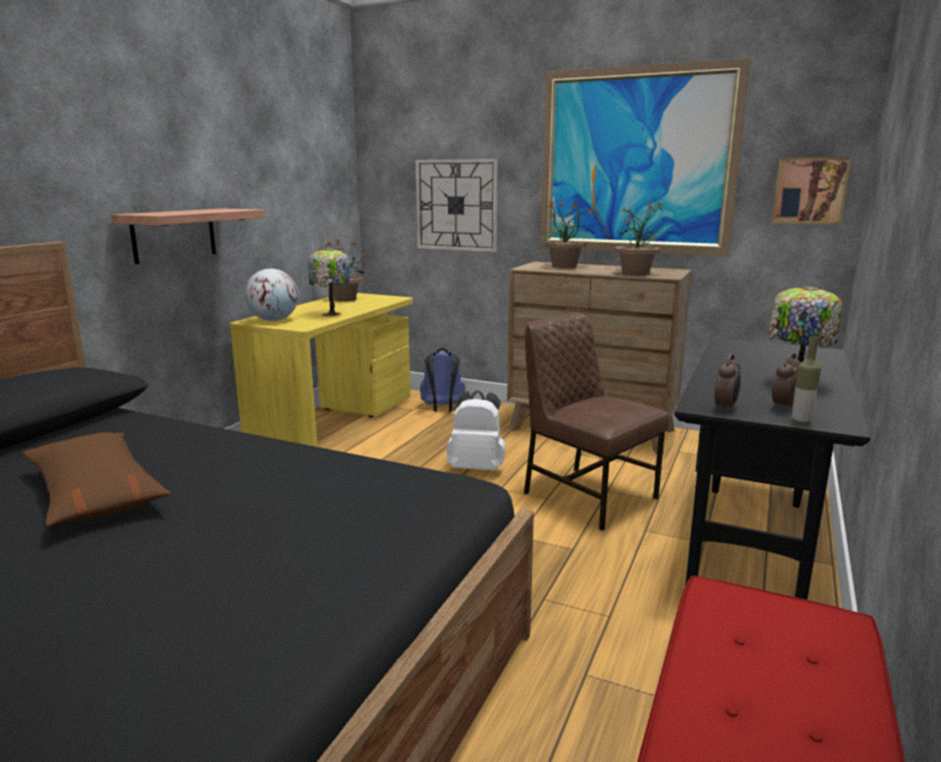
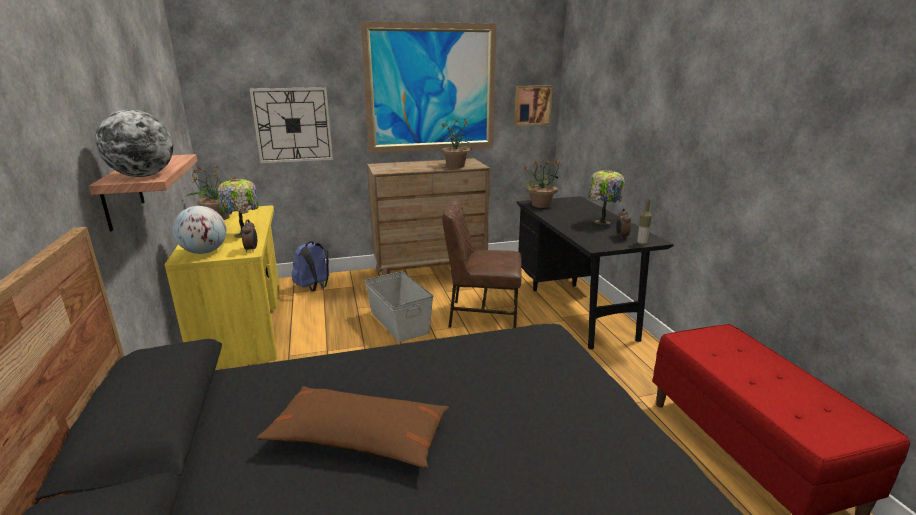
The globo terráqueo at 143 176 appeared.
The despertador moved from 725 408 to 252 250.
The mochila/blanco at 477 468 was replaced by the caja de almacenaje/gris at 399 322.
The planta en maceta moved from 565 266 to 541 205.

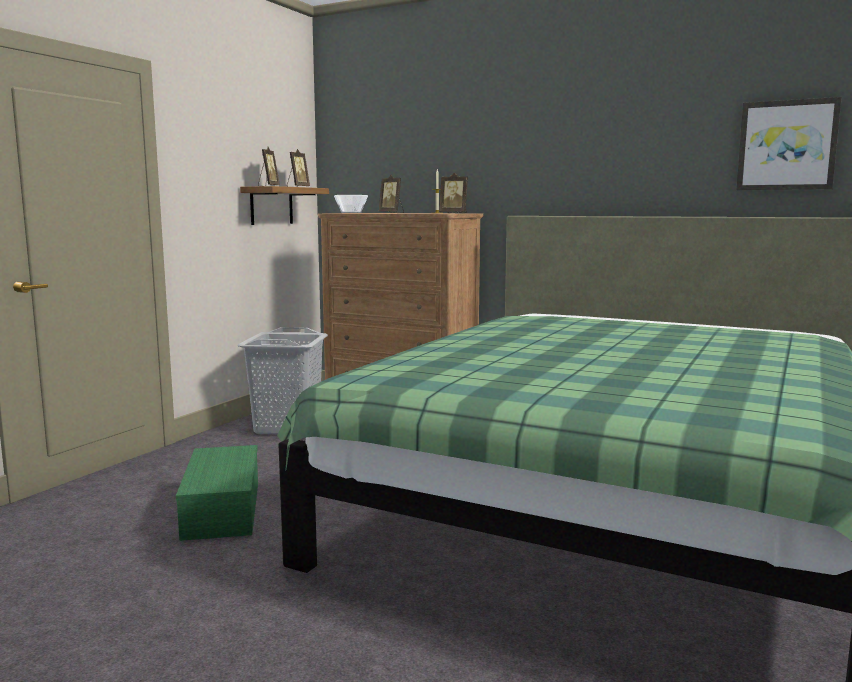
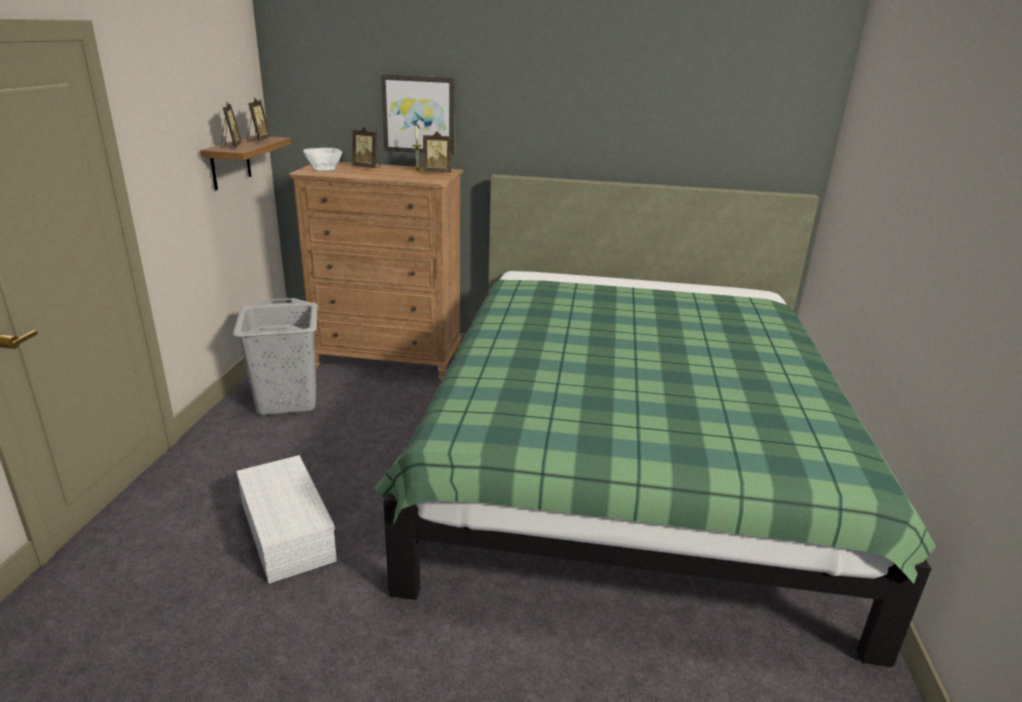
The caja de almacenaje/verde at 221 508 became the caja de almacenaje/blanco at 285 530.
The cuadro moved from 787 145 to 419 114.

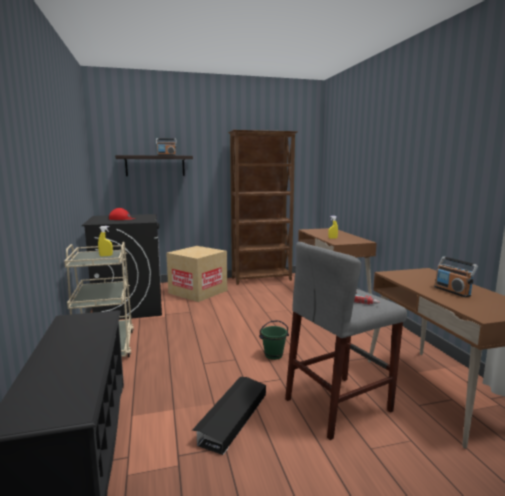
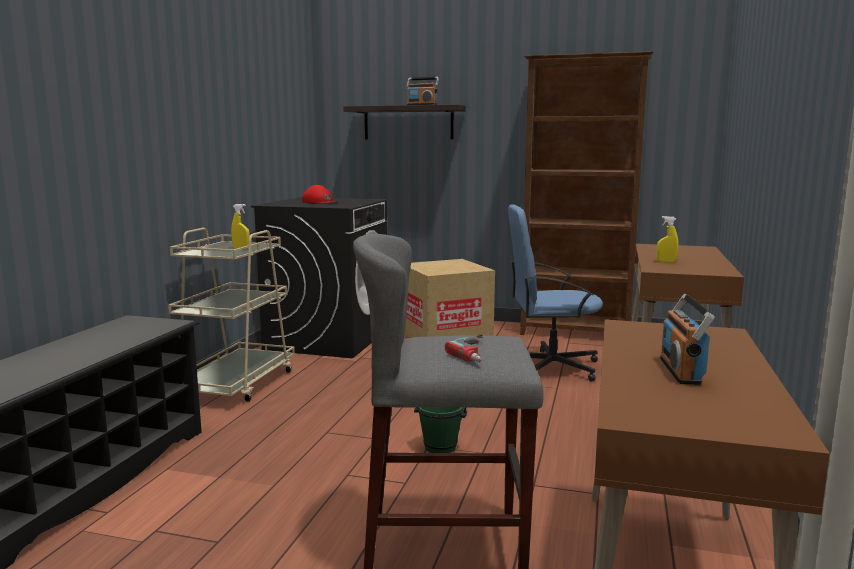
The silla de oficina/azul at 549 367 appeared.
The caja de almacenaje/negro at 232 417 disappeared.

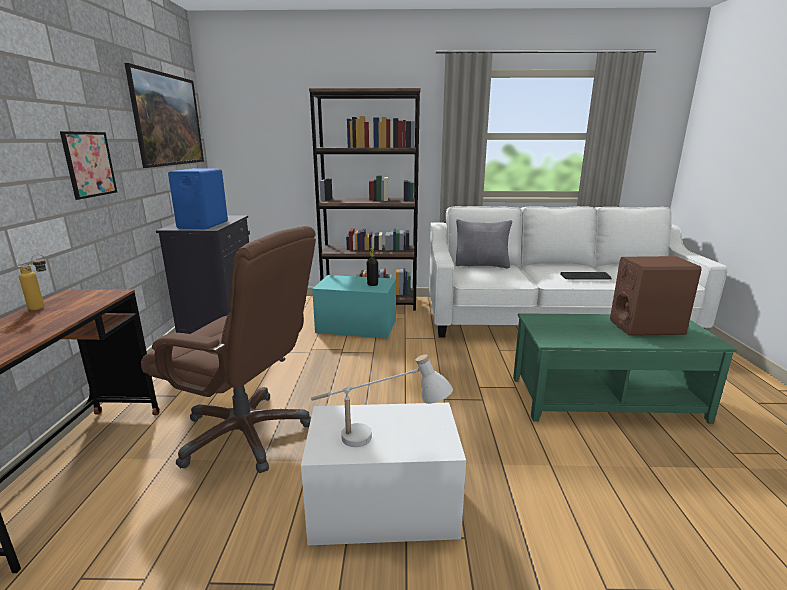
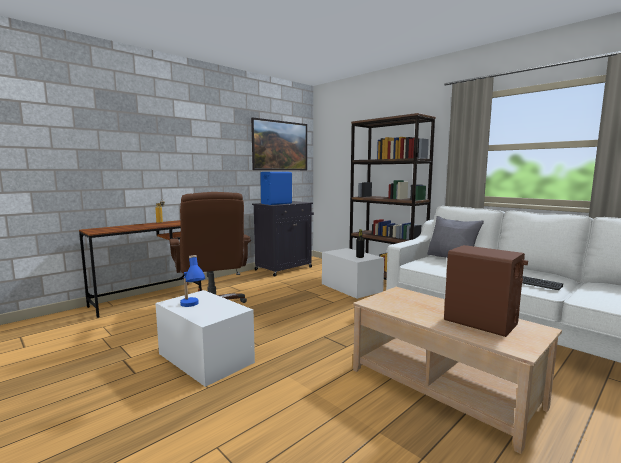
The lámpara de mesa/blanco at 378 442 became the lámpara de mesa/azul at 191 308.
The caja de almacenaje/turquesa at 357 326 became the caja de almacenaje/blanco at 351 287.
The mesa de centro/verde at 604 398 became the mesa de centro/beis at 444 387.
The cuadro at 89 164 disappeared.

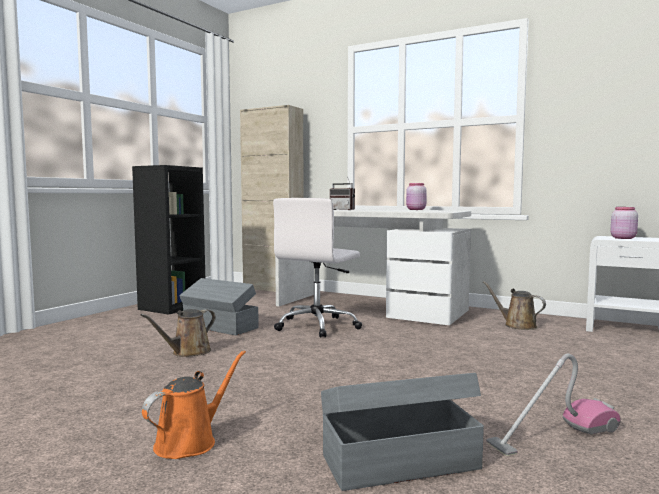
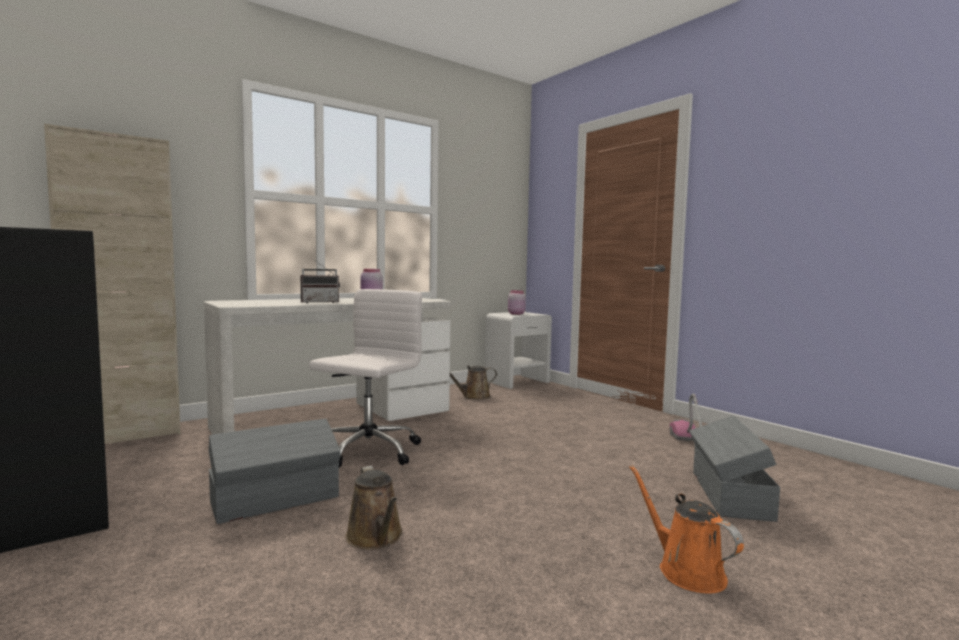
The silla de oficina/blanco at 318 326 turned 120 degrees counterclockwise.

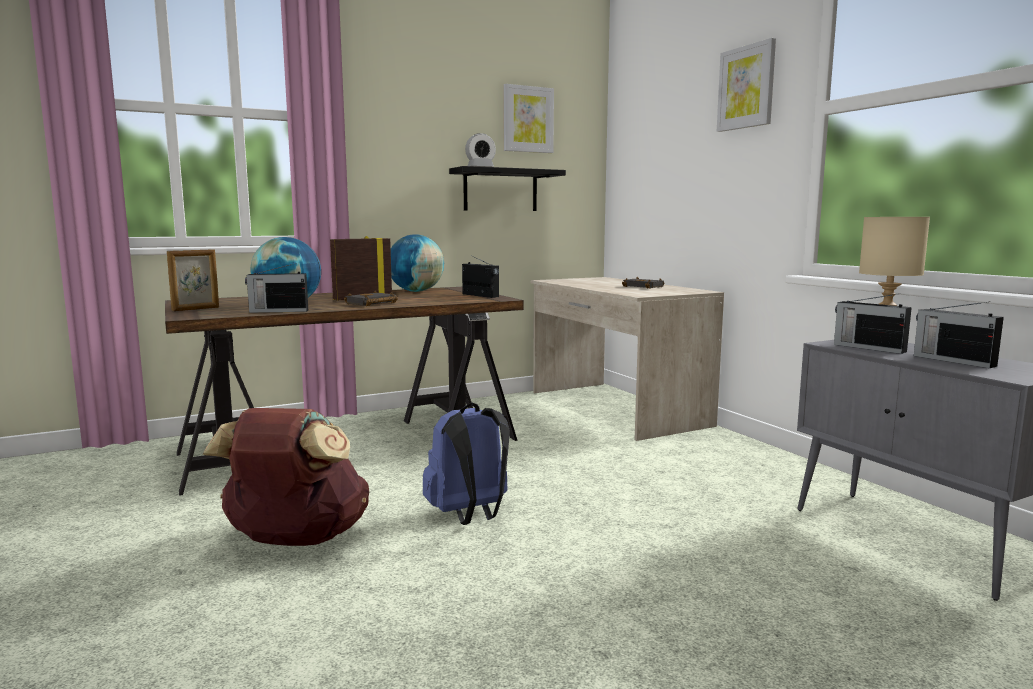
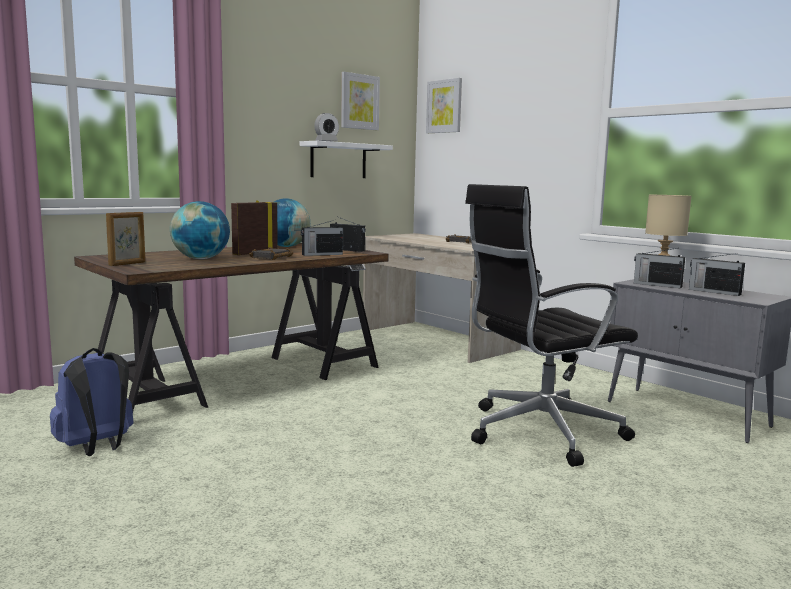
The mochila/azul moved from 470 515 to 97 448.
The estante/negro at 500 190 became the estante/blanco at 338 160.
The radio moved from 278 311 to 321 254.
The cuadro moved from 746 87 to 444 106.
The silla de oficina/negro at 538 432 appeared.
The mochila/marrón at 295 540 disappeared.

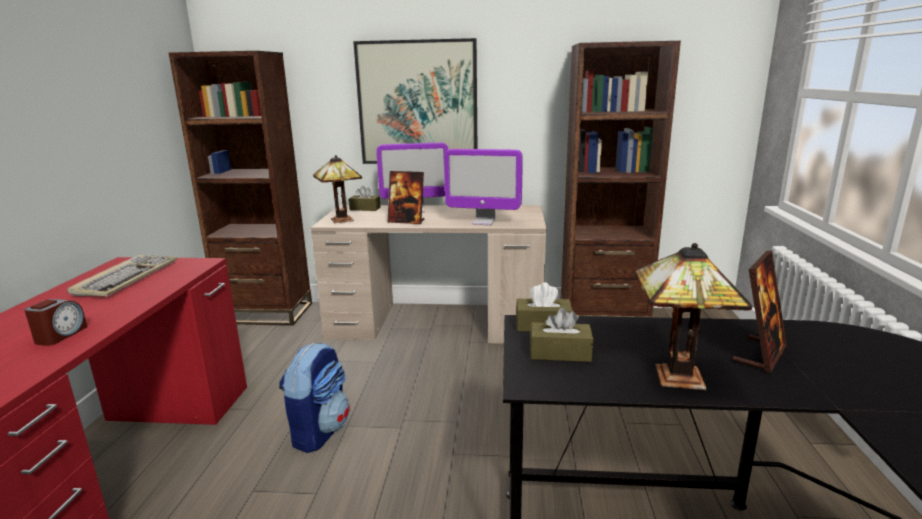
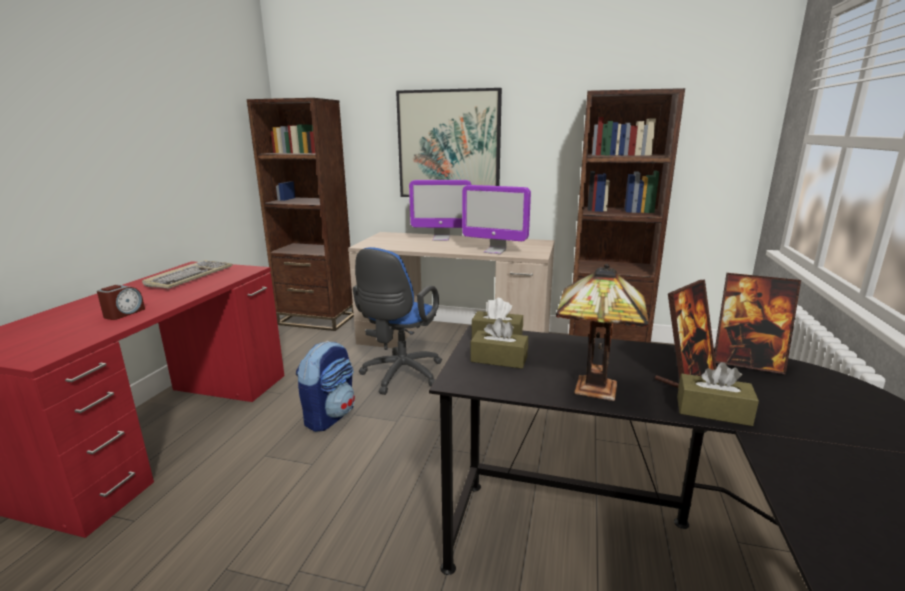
The silla de oficina/azul at 400 376 appeared.
The caja de pañuelos/marrón moved from 365 208 to 713 411.
The portarretratos moved from 406 221 to 746 362.
The lámpara de mesa at 340 220 disappeared.

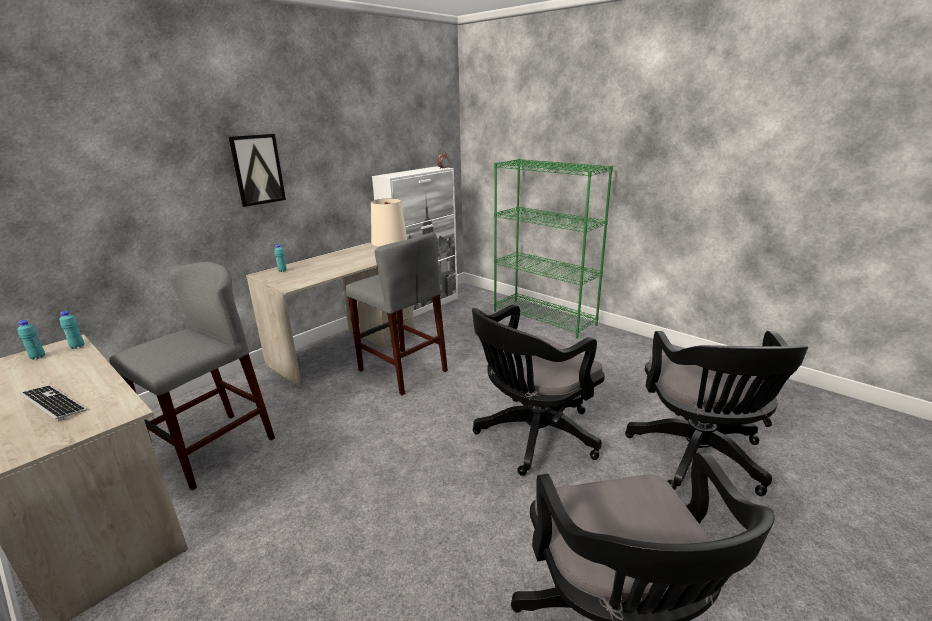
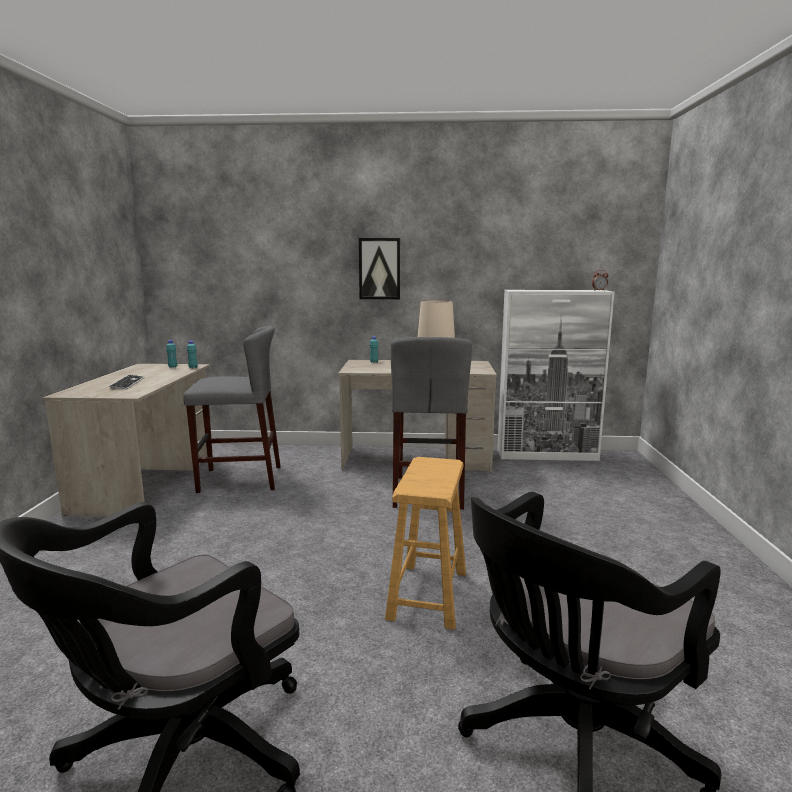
The silla de oficina/negro at 532 437 was replaced by the taburete/marrón at 427 595.
The estantería/verde at 544 318 disappeared.

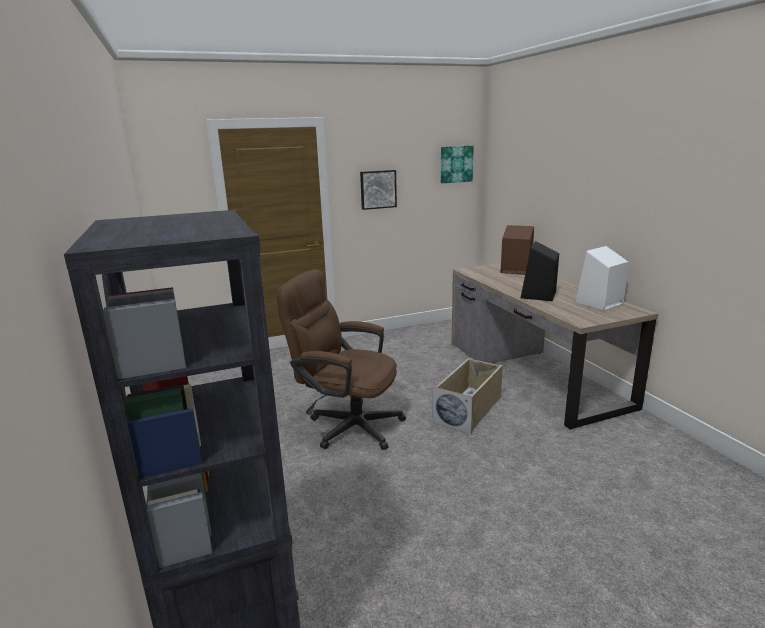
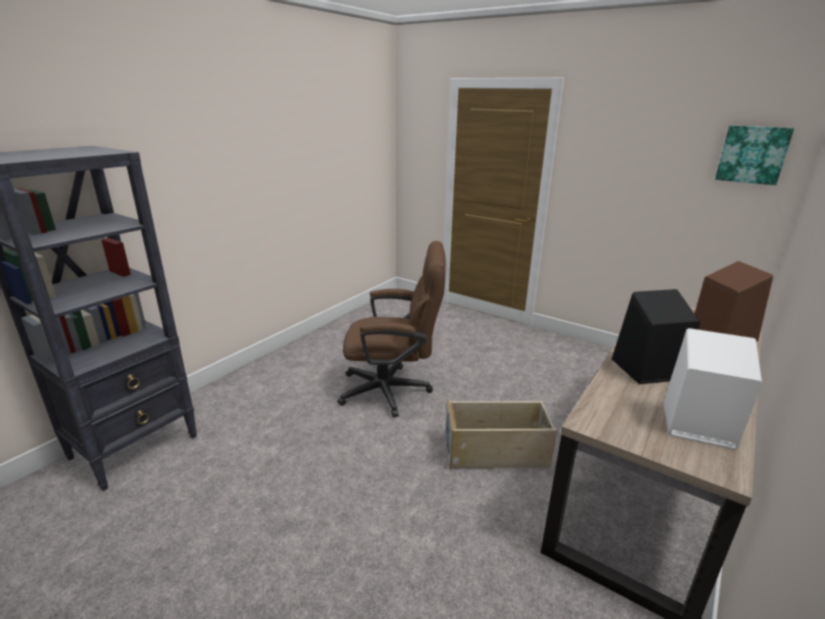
The silla de oficina/marrón at 347 425 turned 105 degrees clockwise.
The cuadro at 378 189 disappeared.

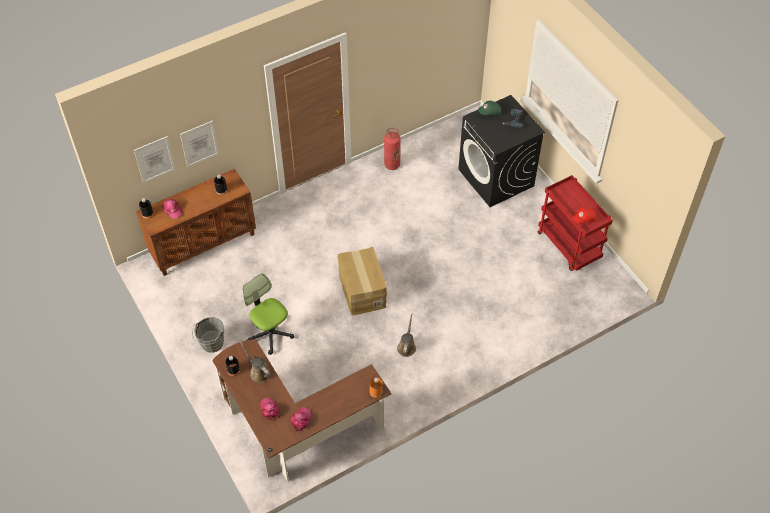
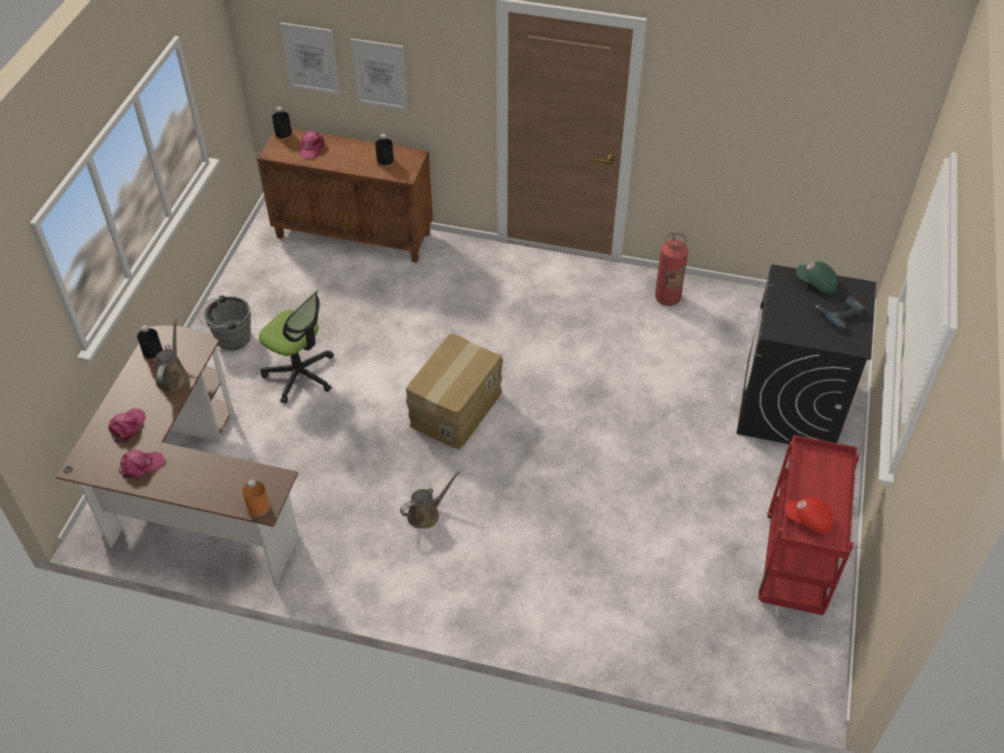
The silla de oficina at 270 333 turned 120 degrees clockwise.

